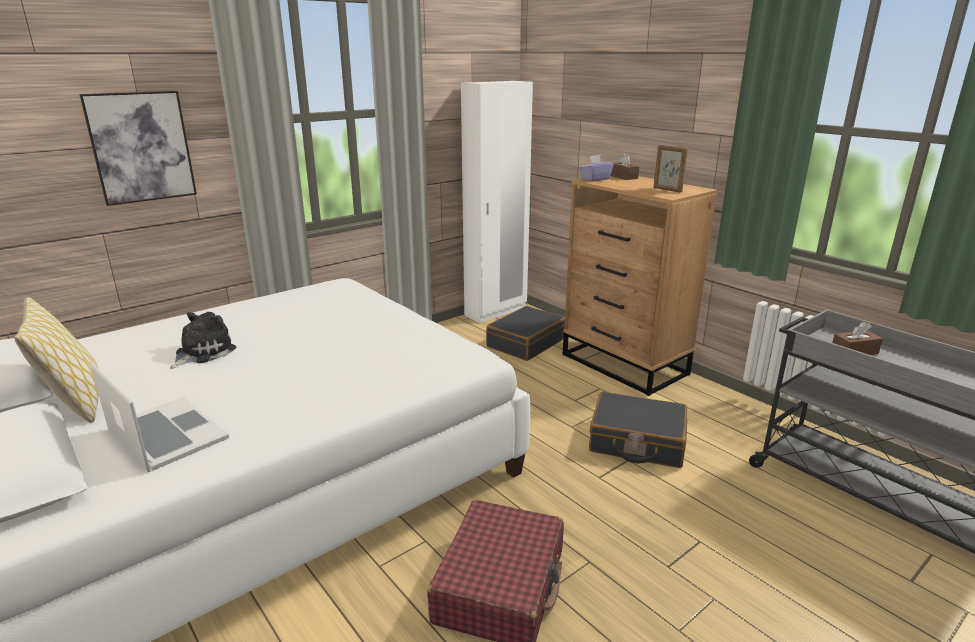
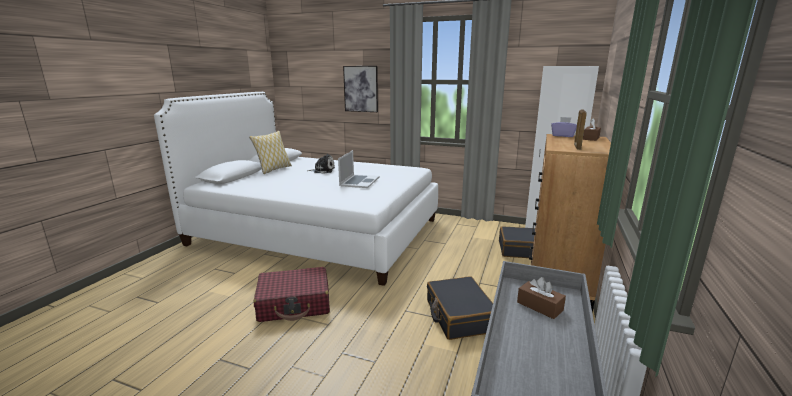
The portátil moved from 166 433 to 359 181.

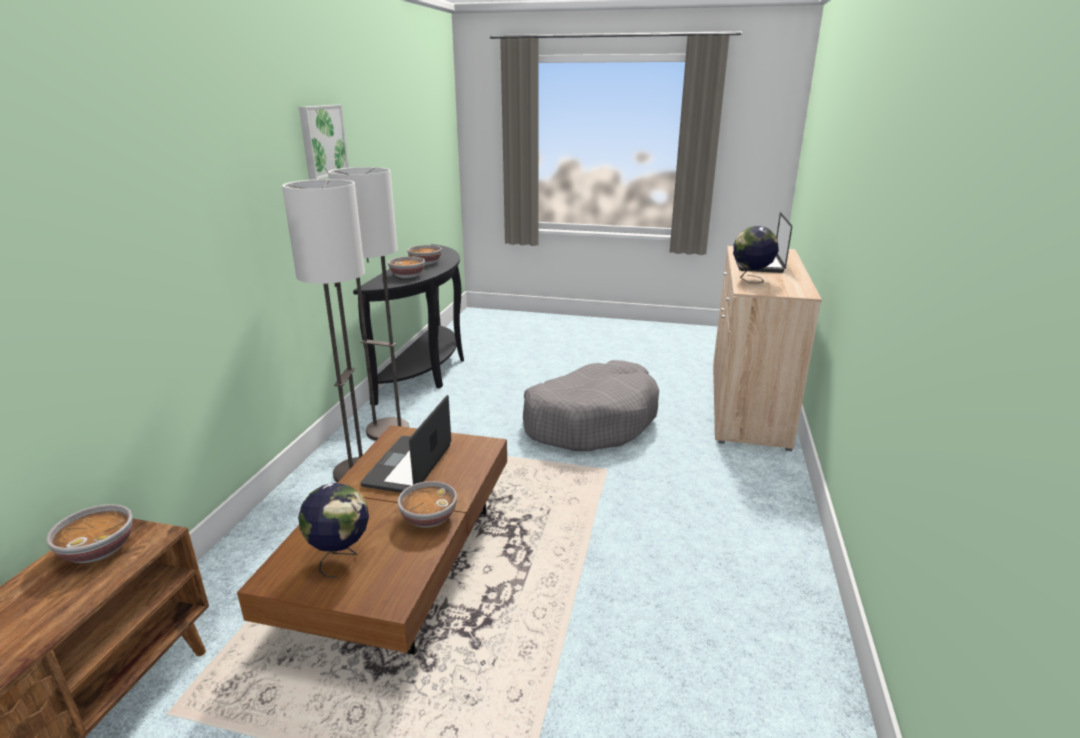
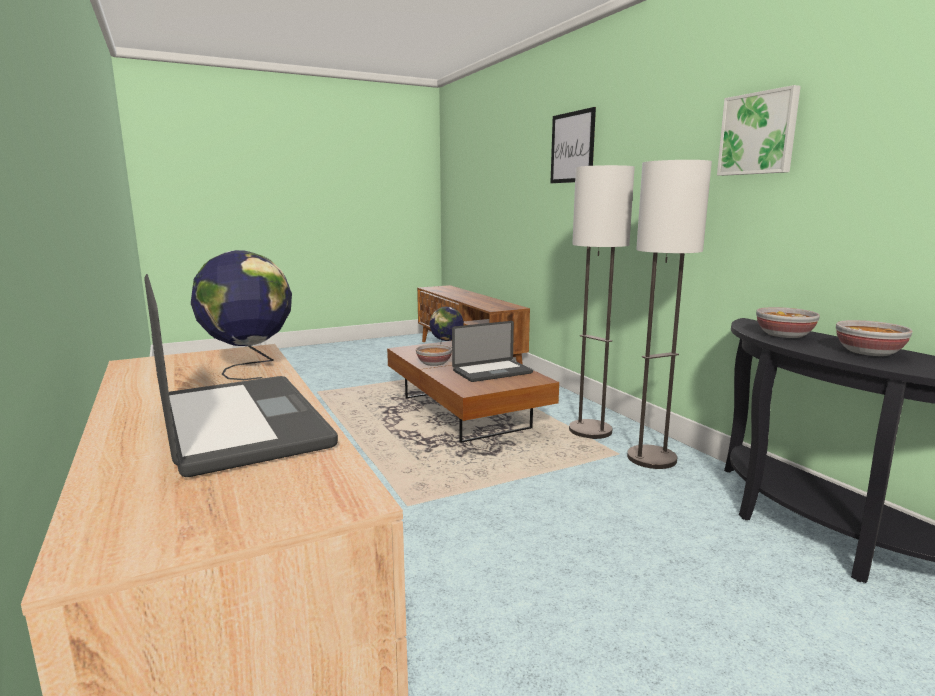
The portátil at 408 465 turned 90 degrees clockwise.
The cuadro at 572 147 appeared.
The cuenco at 99 549 disappeared.
The cama para perro/gris at 590 421 disappeared.

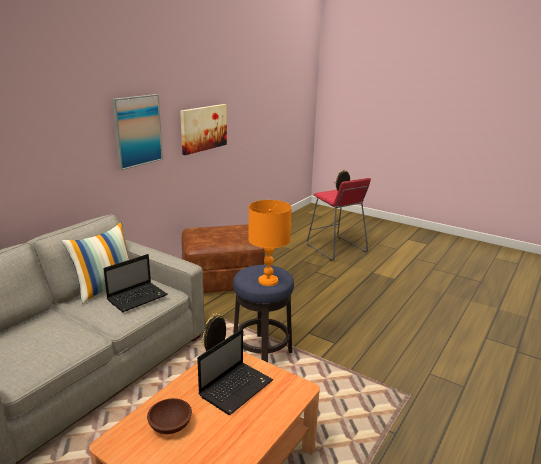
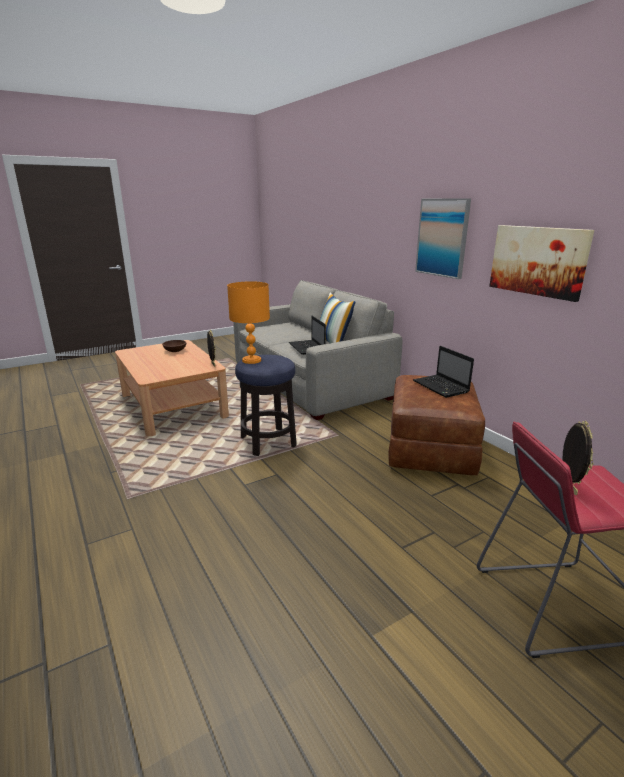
The portátil moved from 237 387 to 441 387.

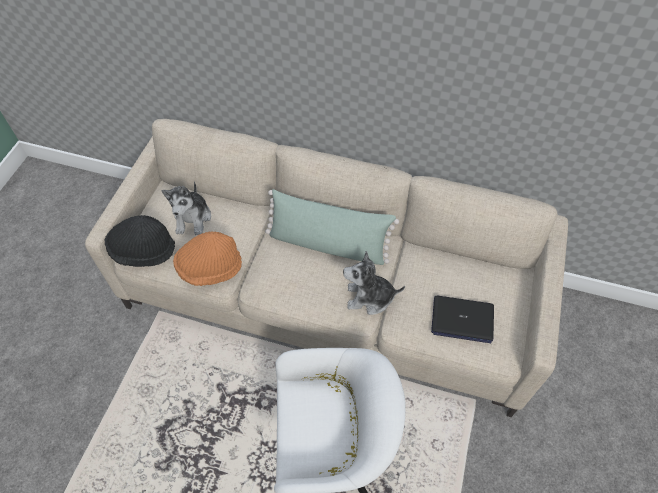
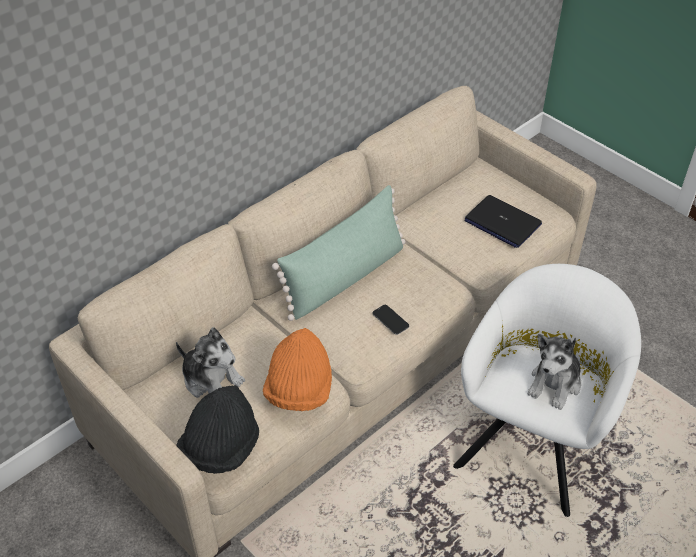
The móvil at 390 320 appeared.
The portátil at 462 319 turned 90 degrees clockwise.
The peluche moved from 369 297 to 555 383.

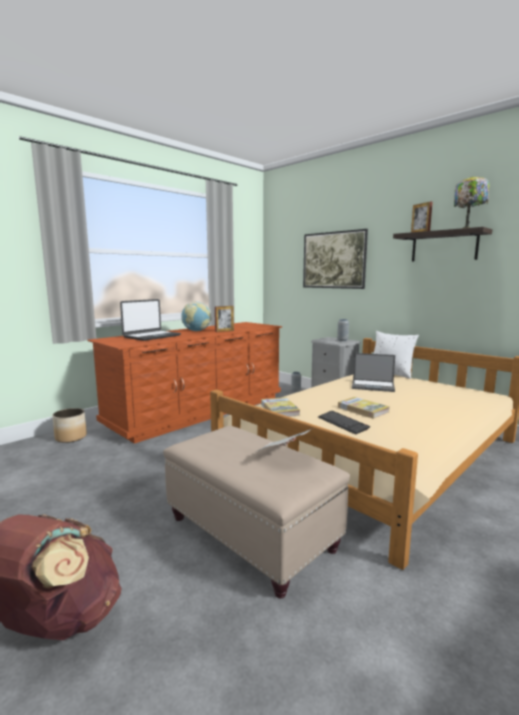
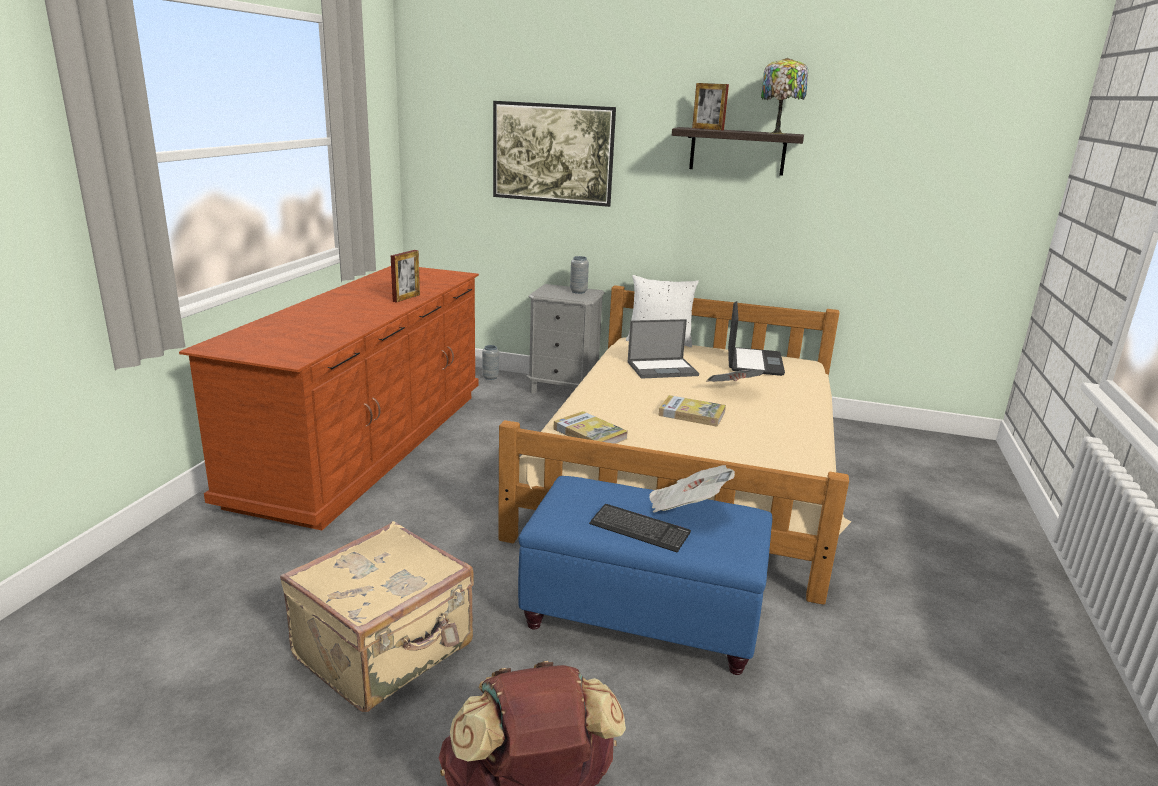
The maleta/beis at 386 652 appeared.
The puf/beis at 251 534 became the puf/azul at 643 616.
The teclado moved from 342 423 to 639 530.
The periódico at 732 390 appeared.
The portátil moved from 151 336 to 753 362.
The maceta at 71 437 disappeared.
The globo terráqueo at 196 331 disappeared.

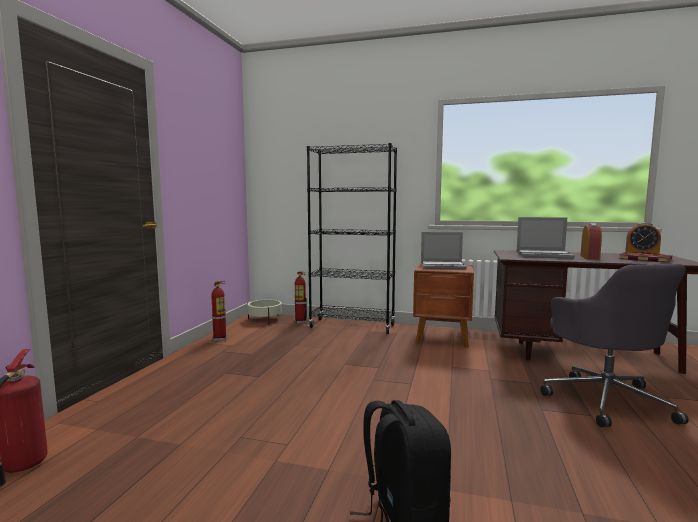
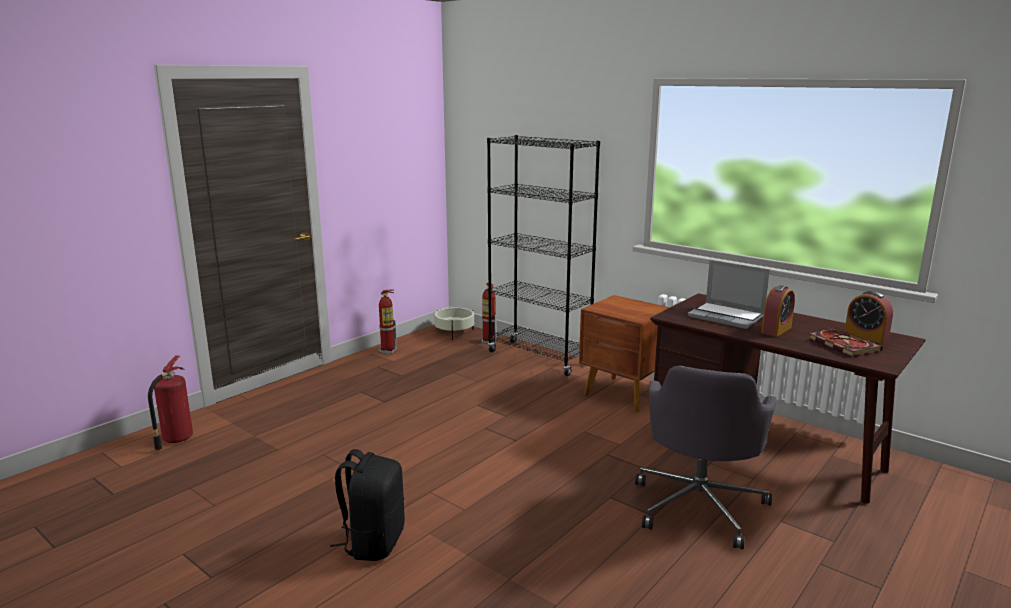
The portátil at 443 266 disappeared.

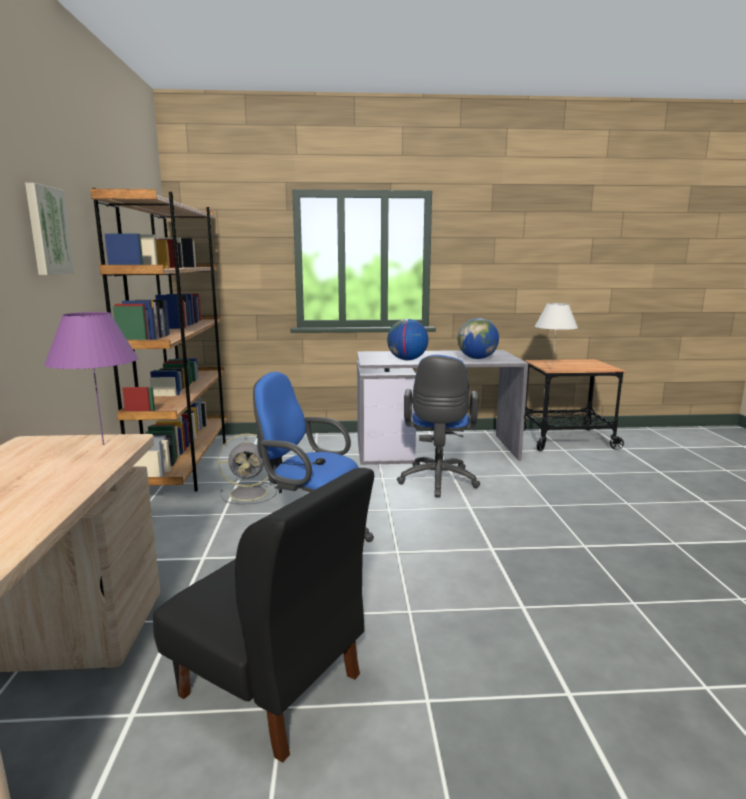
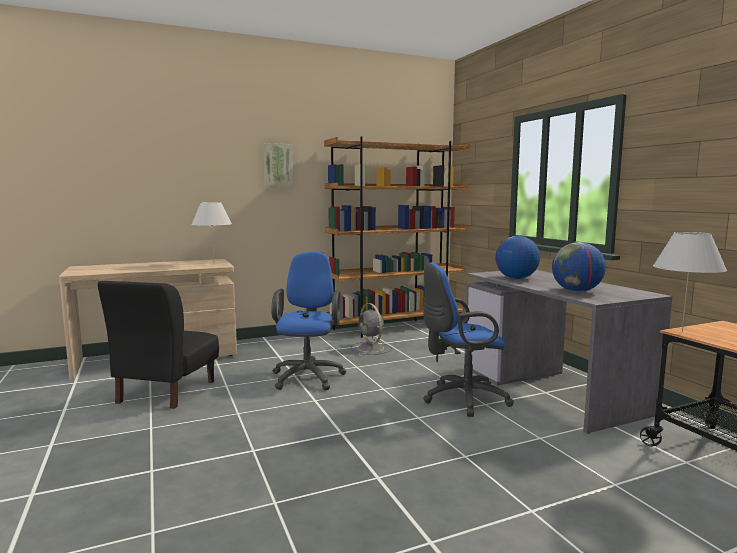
The lámpara de mesa/morado at 103 444 became the lámpara de mesa/blanco at 214 265.

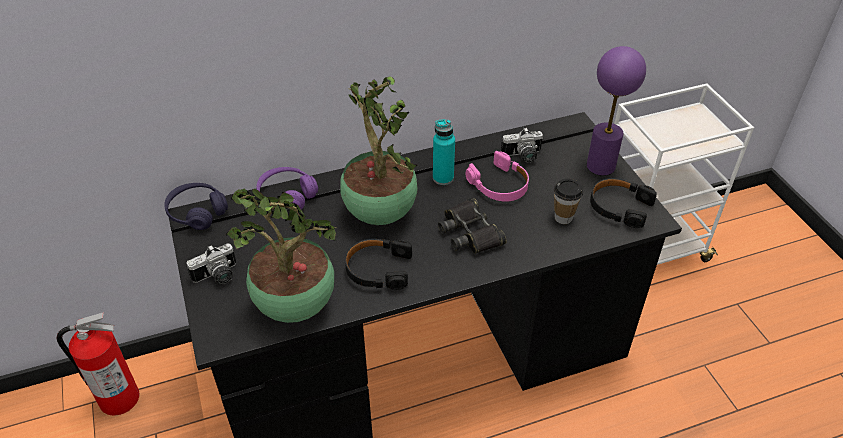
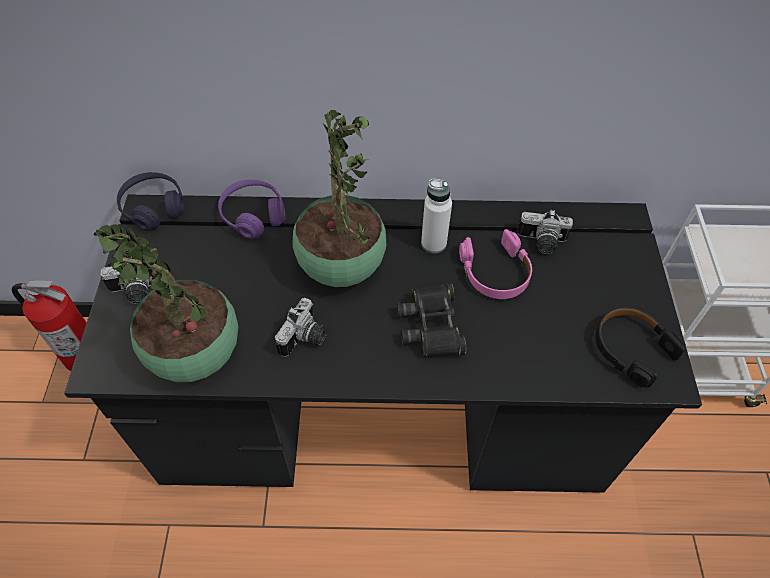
The auriculares/negro at 378 269 was replaced by the cámara at 305 339.
The botella/turquesa at 443 178 became the botella/blanco at 433 243.
The taza at 563 218 disappeared.
The lámpara de mesa/morado at 601 166 disappeared.

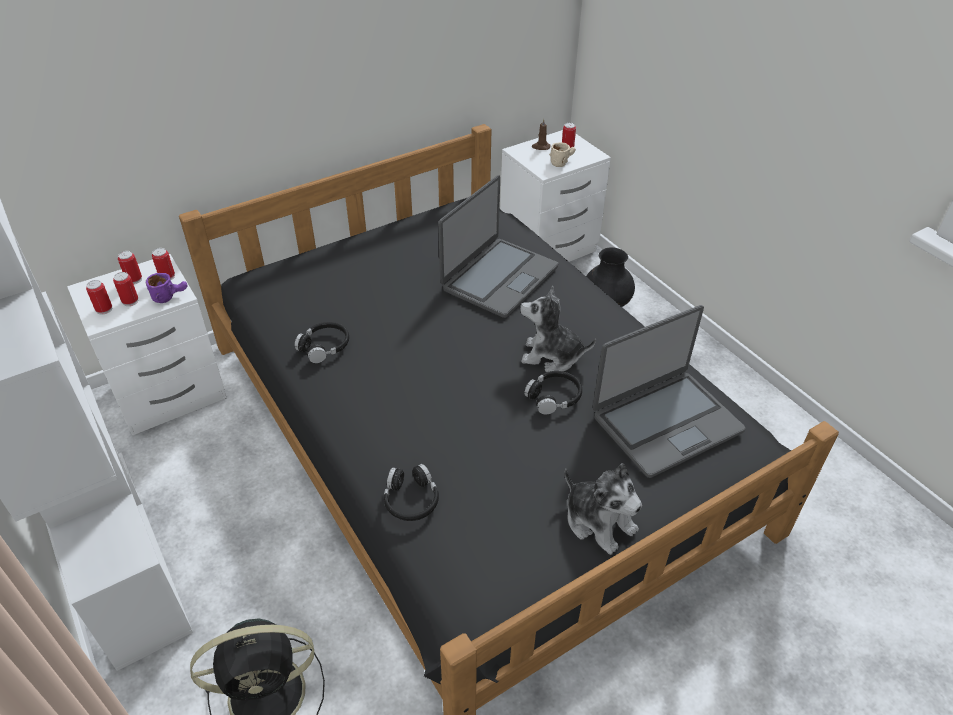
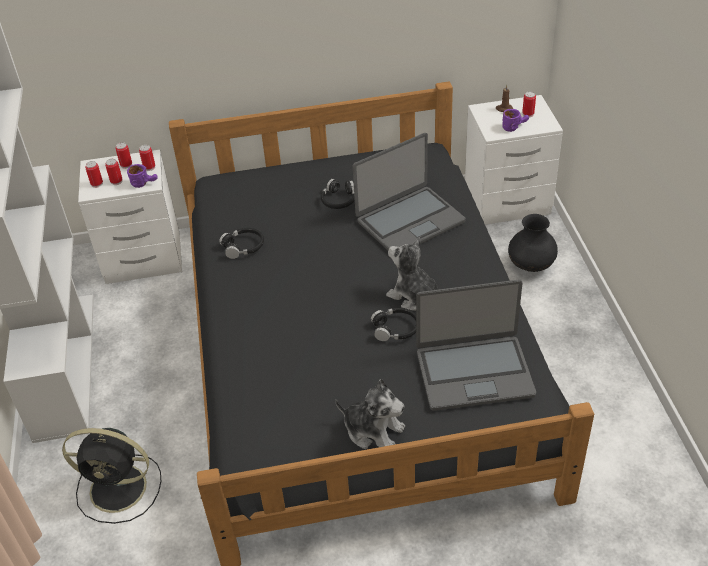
The auriculares/negro moved from 411 499 to 339 200.
The peluche at 598 521 turned 45 degrees counterclockwise.
The taza grande/beis at 562 161 became the taza grande/morado at 514 126.

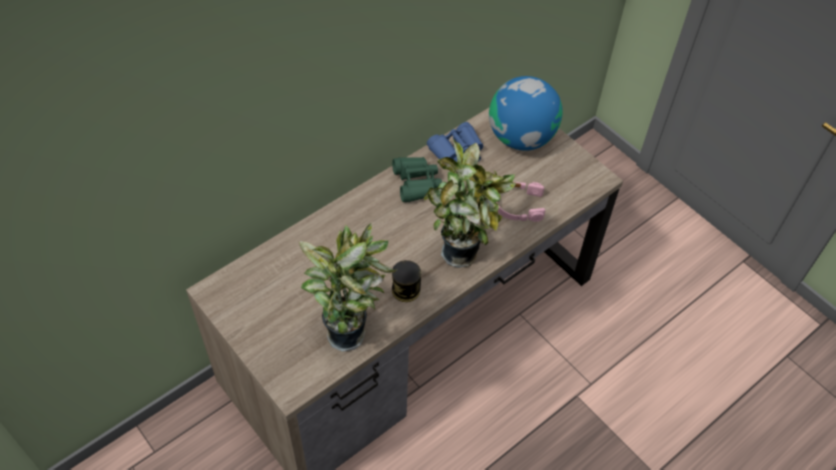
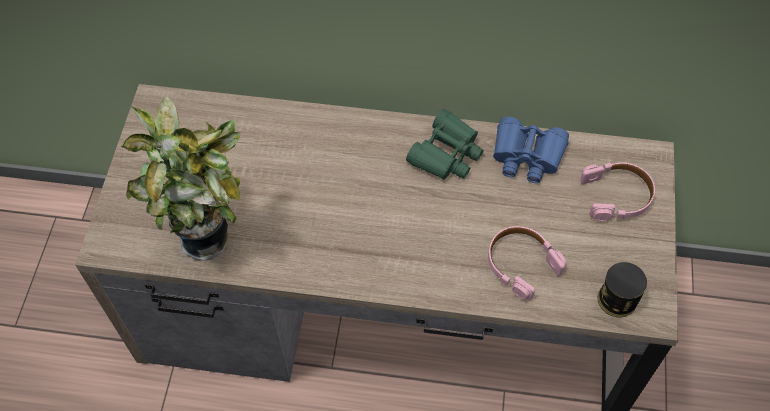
The globo terráqueo at 521 137 was replaced by the auriculares/rosa at 617 196.
The lata moved from 406 289 to 617 299.
The planta en maceta at 464 255 disappeared.

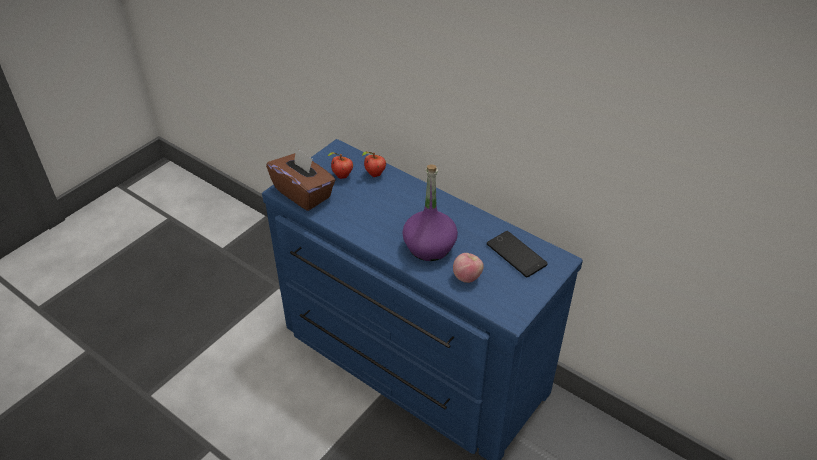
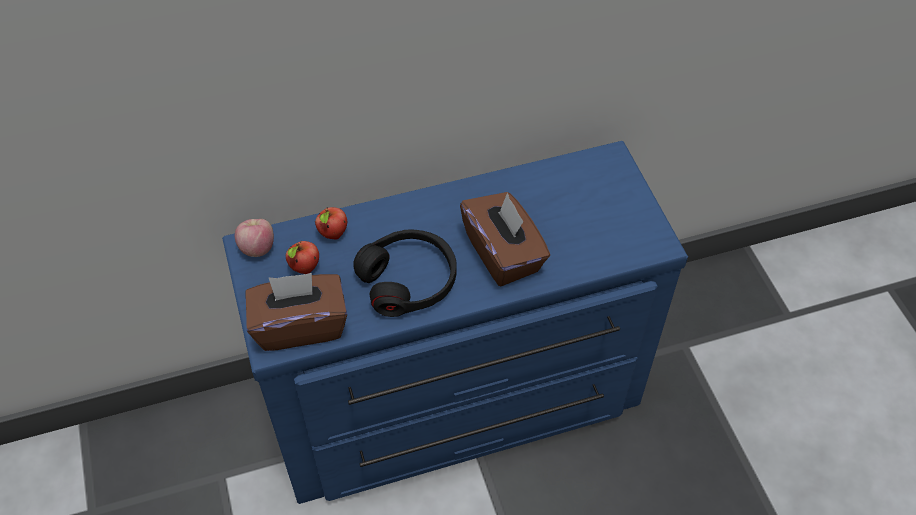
The manzana moved from 467 277 to 257 248.
The auriculares/negro at 408 280 appeared.
The botella/morado at 429 247 was replaced by the caja de pañuelos/marrón at 503 254.
The móvil at 516 254 disappeared.

